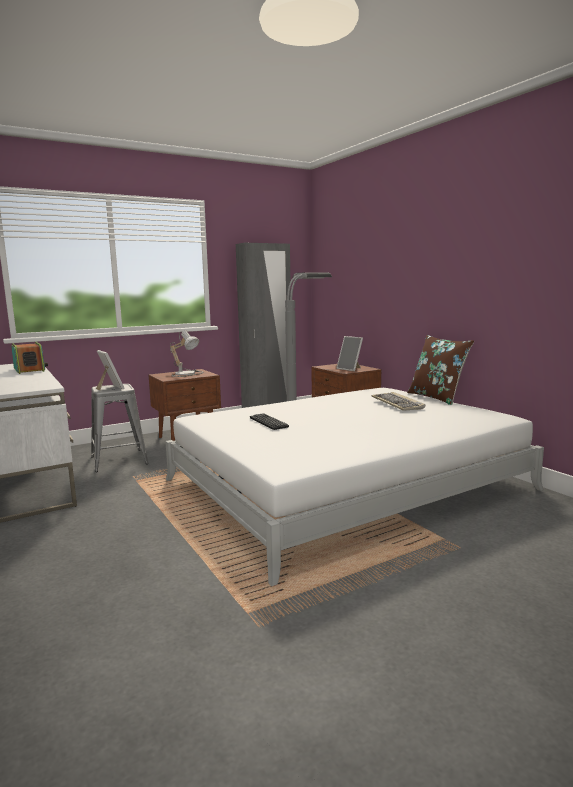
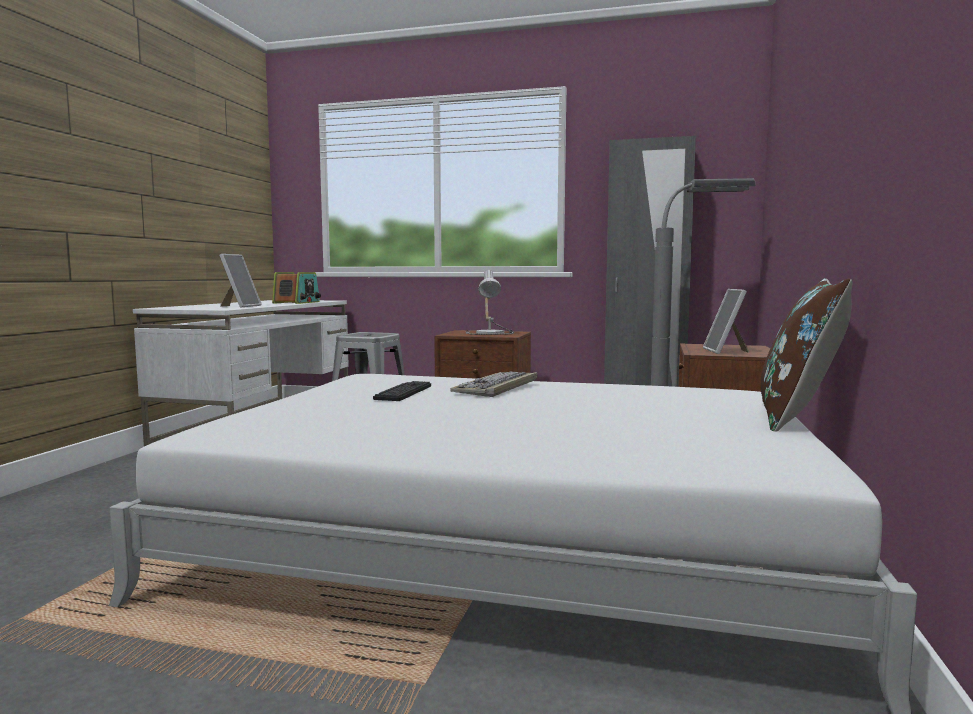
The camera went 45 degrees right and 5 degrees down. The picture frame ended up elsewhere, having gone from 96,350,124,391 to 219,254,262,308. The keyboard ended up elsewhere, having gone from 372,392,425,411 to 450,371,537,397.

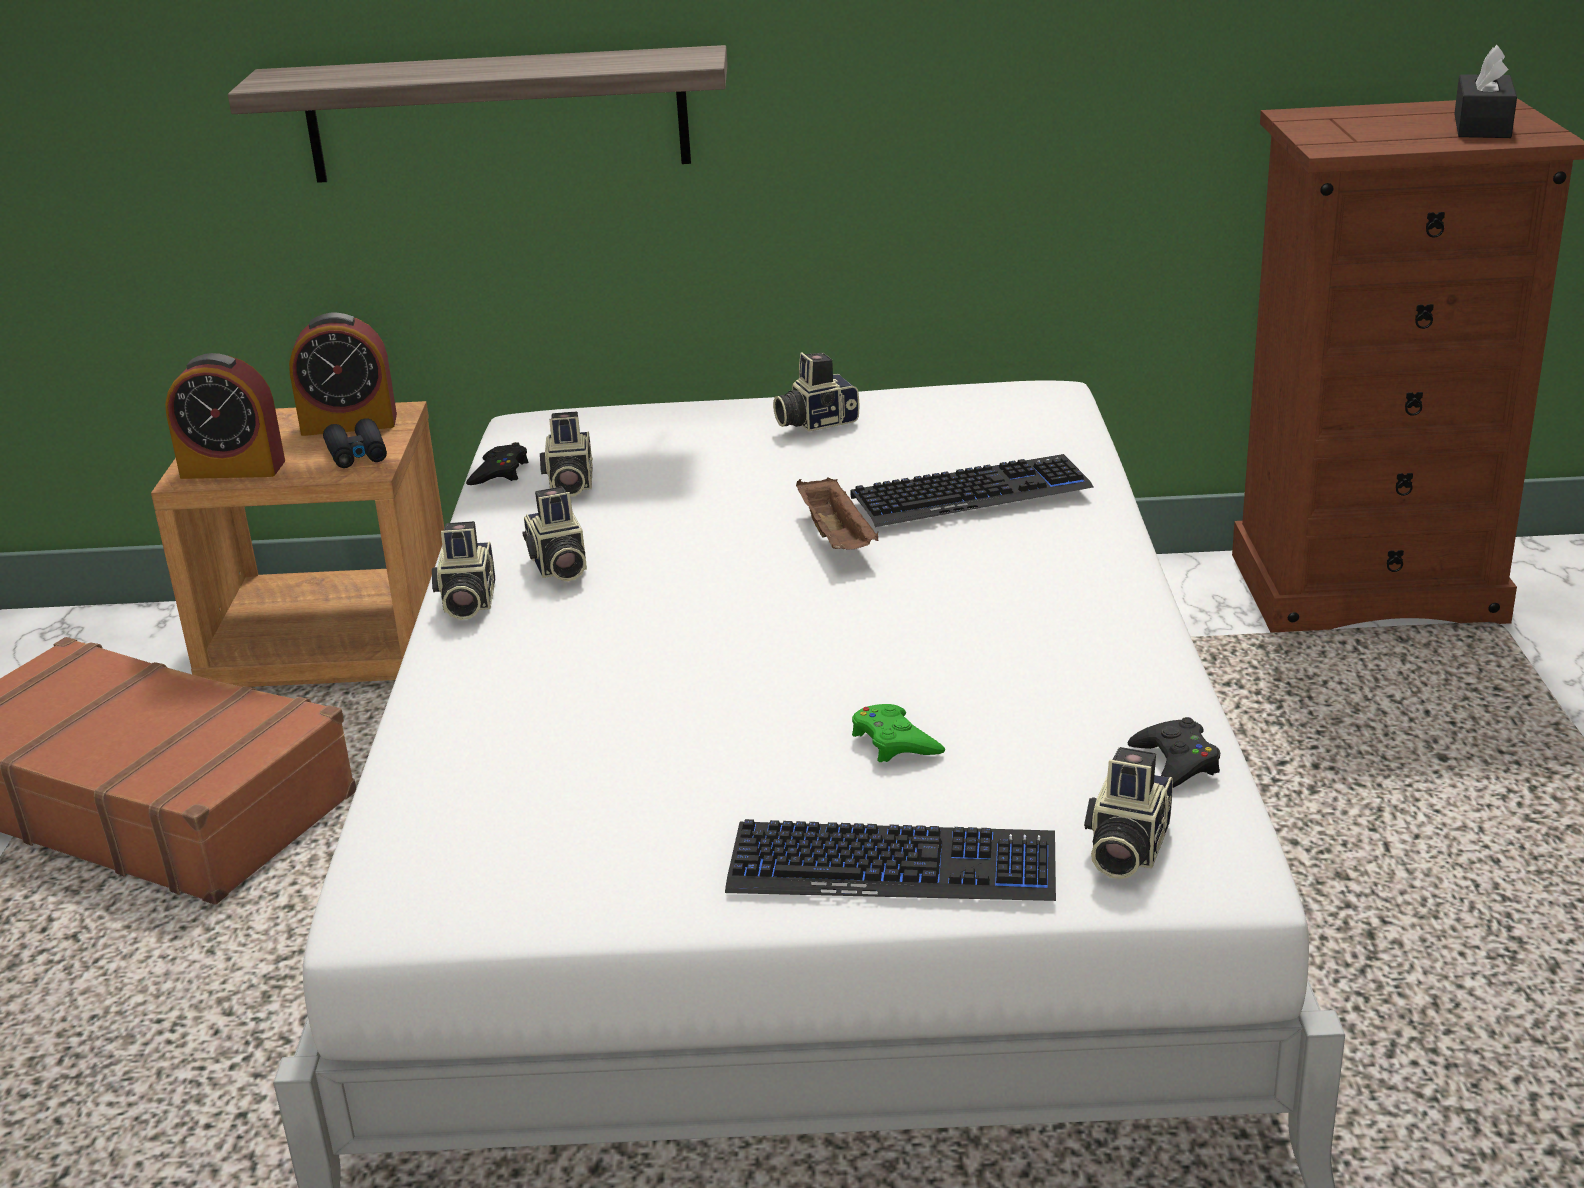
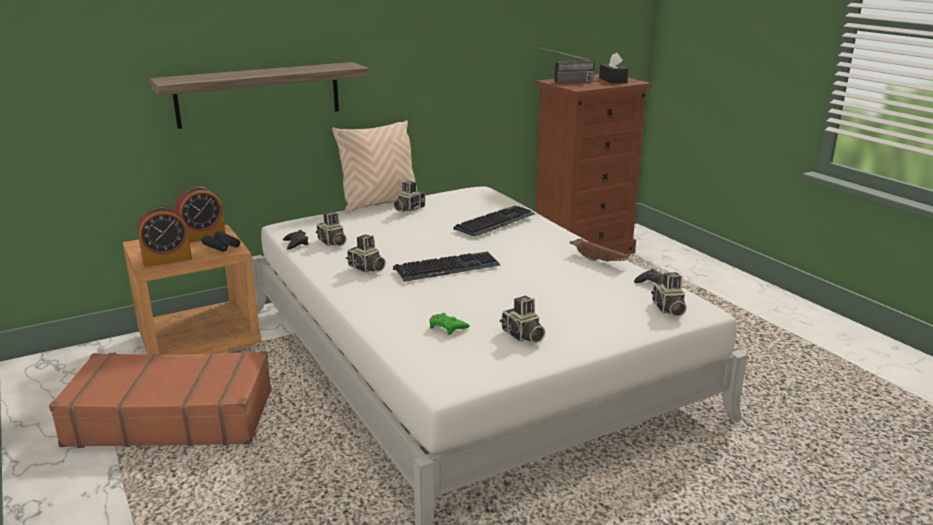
The camera went 30 degrees left and 5 degrees down. The photo camera ended up elsewhere, having gone from 432,521,495,620 to 500,296,545,343. The keyboard ended up elsewhere, having gone from 725,819,1056,901 to 393,252,500,282. The tray/brown ended up elsewhere, having gone from 796,477,879,550 to 570,238,630,261. The game controller/green ended up elsewhere, having gone from 852,704,945,762 to 429,313,470,335. The second view gained the pillow/beige at 332,120,417,213. The second view gained the radio at 538,47,595,83.

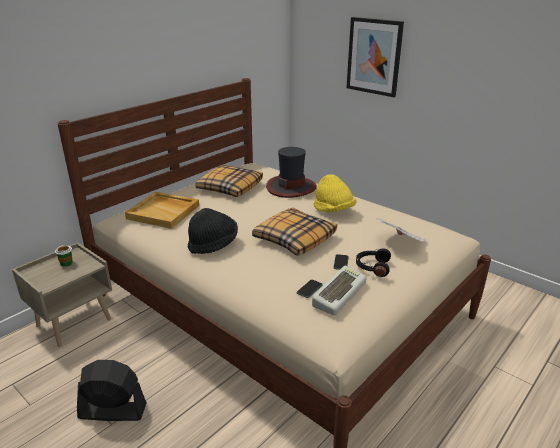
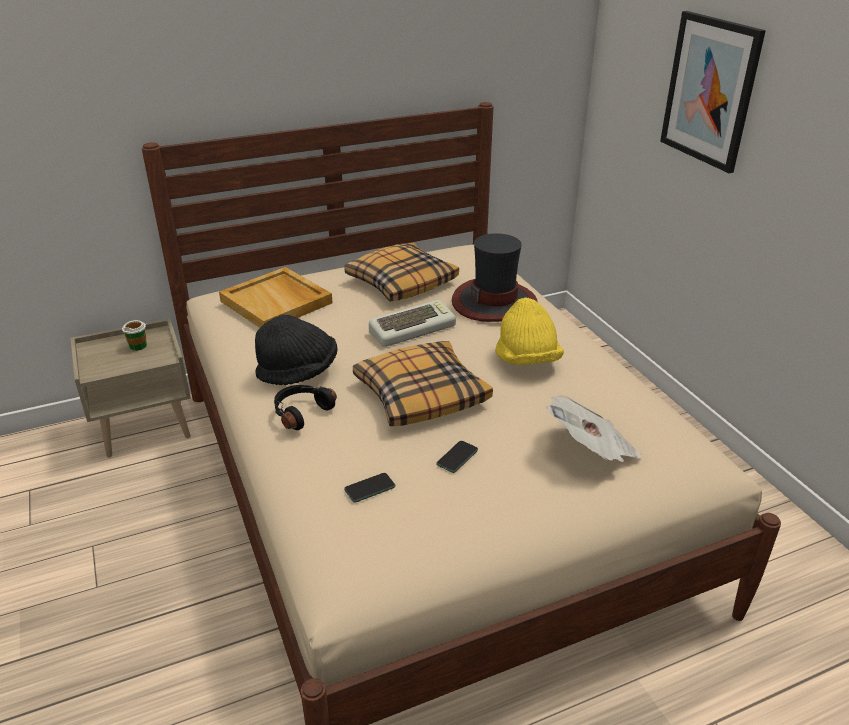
The camera went 25 degrees right and 5 degrees up. The second view lost the fan/black at 77,360,147,421. The keyboard ended up elsewhere, having gone from 312,266,367,315 to 369,300,456,347. The headphones/black ended up elsewhere, having gone from 356,249,391,277 to 274,385,337,430.

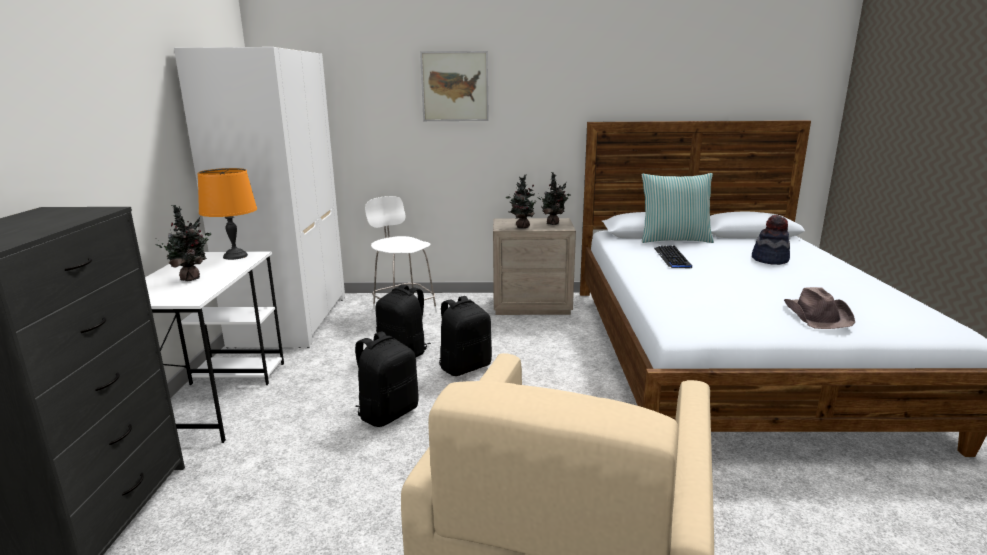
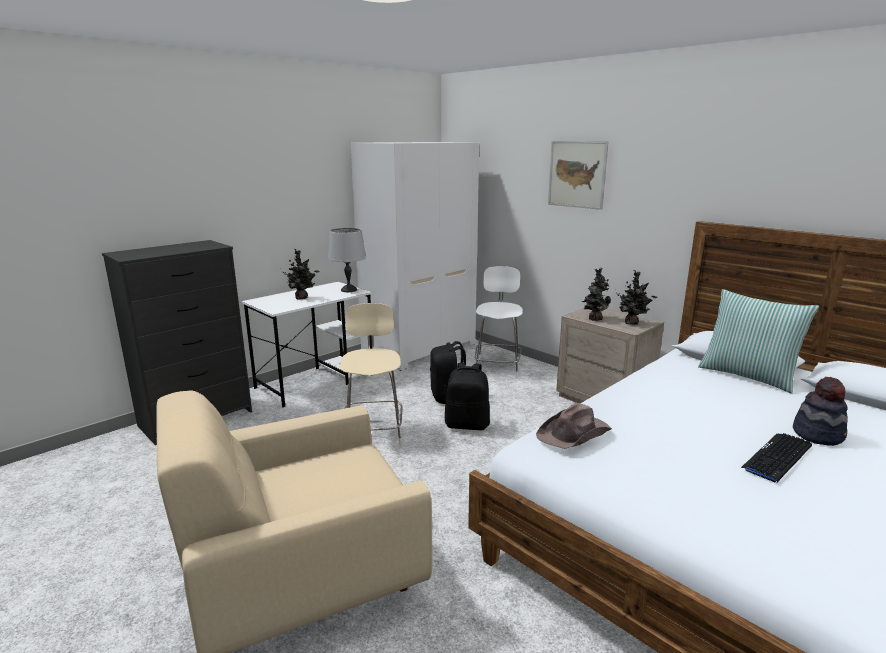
The camera went 45 degrees right and 0 degrees up. What was the table lamp/orange at 198,168,257,260 turned into the table lamp/grey at 328,228,366,292. Where the backpack/black stood at 355,331,419,427, the chair/beige came to stand at 340,303,402,446. The keyboard ended up elsewhere, having gone from 654,246,692,268 to 741,433,812,483. The hat/brown ended up elsewhere, having gone from 784,287,855,329 to 536,403,612,449.

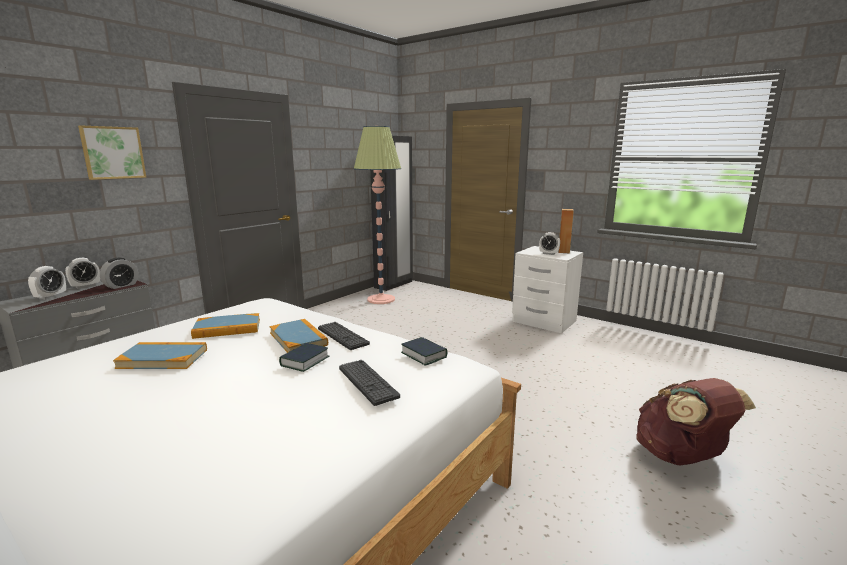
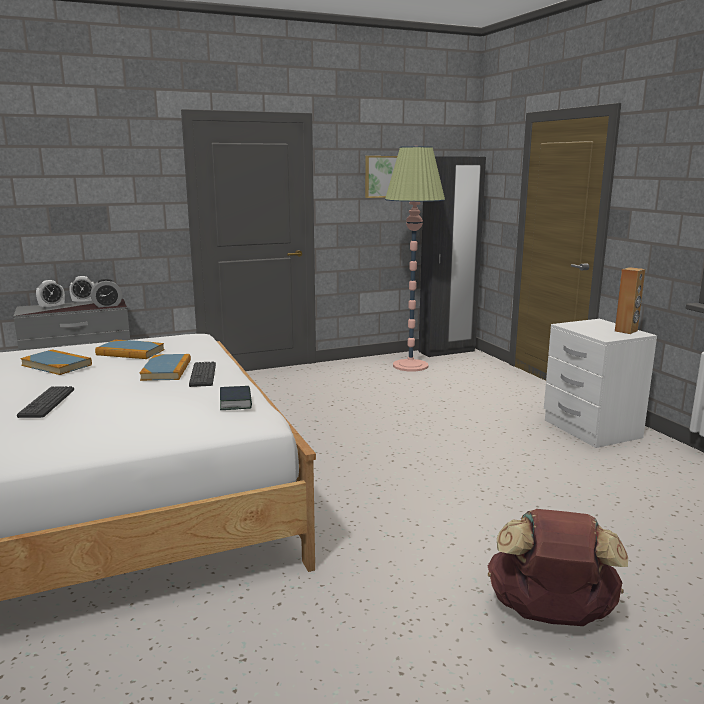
The camera went 30 degrees right and 0 degrees up. The picture ended up elsewhere, having gone from 78,125,146,180 to 365,156,397,198. The second view lost the book at 279,343,329,372. The keyboard ended up elsewhere, having gone from 339,360,400,406 to 17,386,74,418. The second view lost the alarm clock at 539,232,560,255.

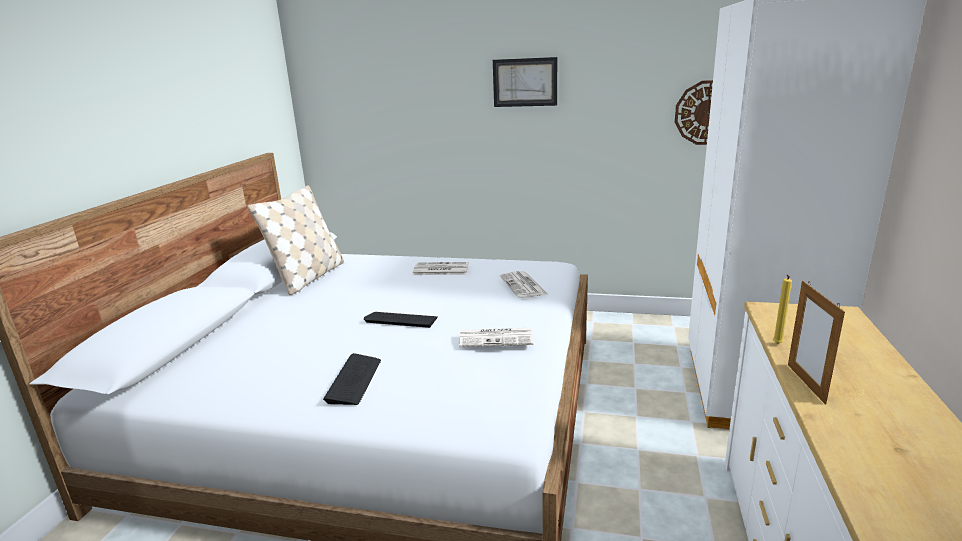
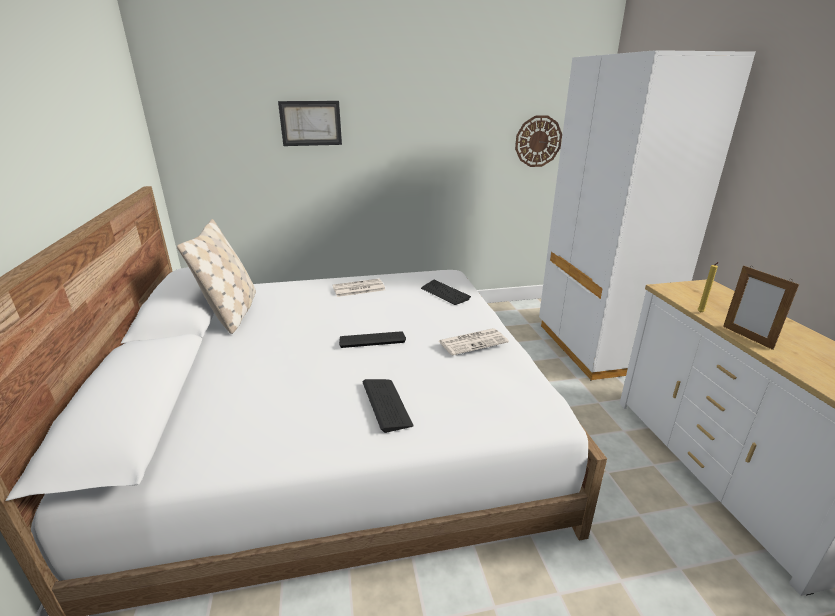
The camera went 25 degrees left and 5 degrees up. The picture ended up elsewhere, having gone from 493,57,557,107 to 278,101,342,146. Where the newspaper stood at 500,271,547,298, the keyboard came to stand at 421,280,471,305.

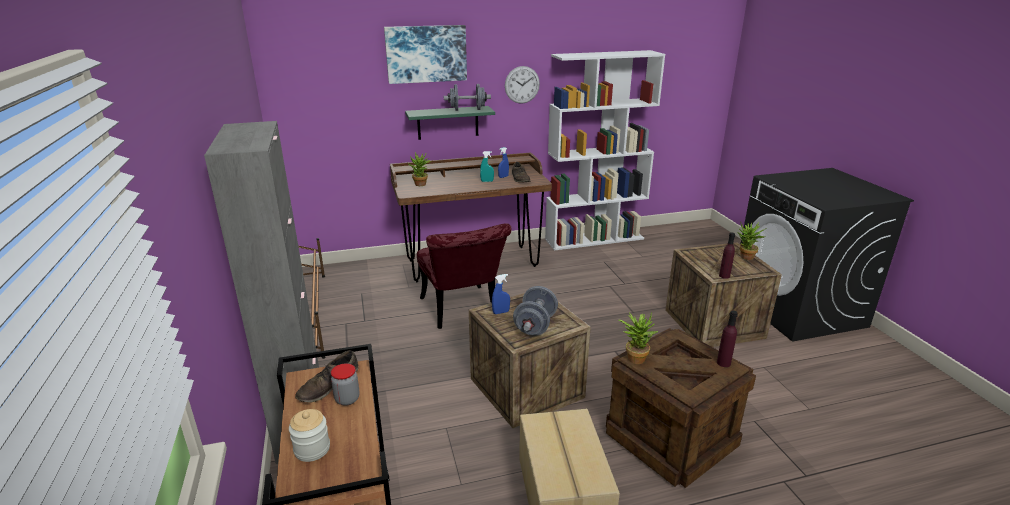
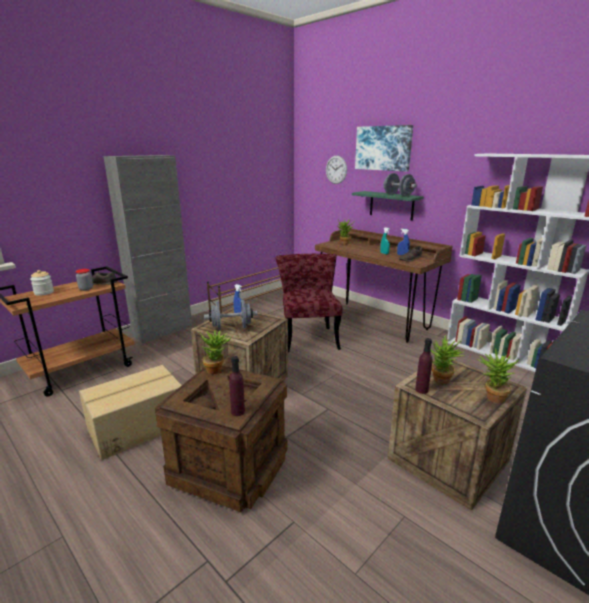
The camera went 60 degrees right and 5 degrees down. The chair/red at 417,223,512,329 ended up facing another way, 135 degrees clockwise from before. The wall clock ended up elsewhere, having gone from 505,66,540,104 to 326,156,347,184. The second view gained the potted plant at 431,335,465,384.

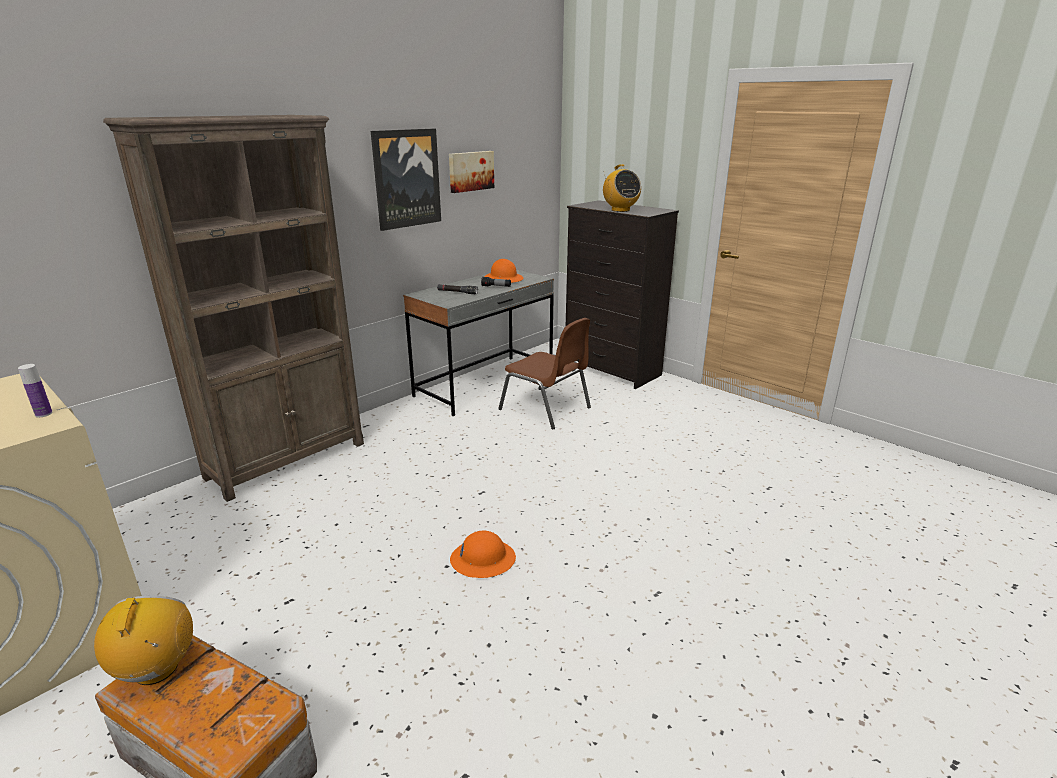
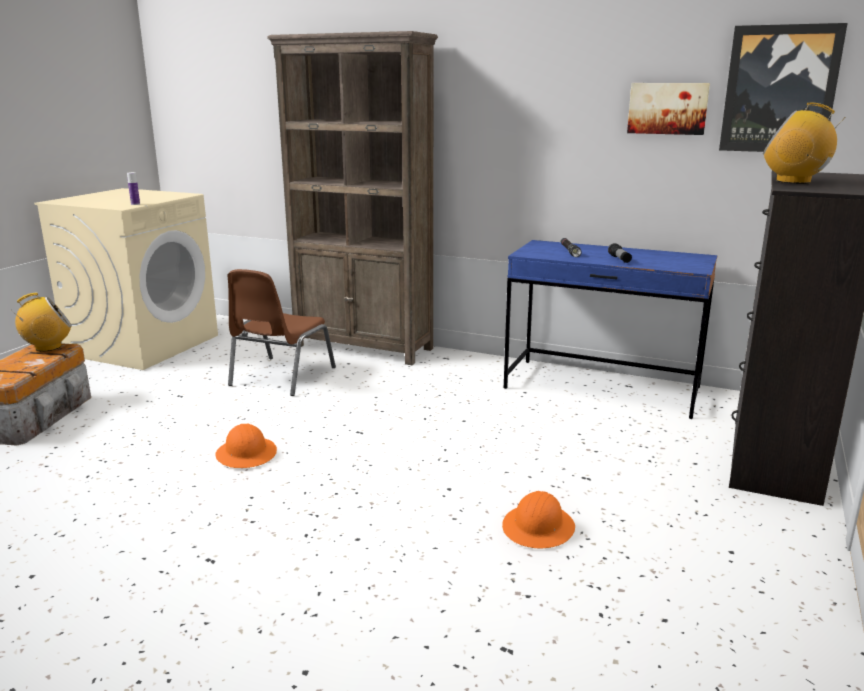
The camera went 70 degrees right and 5 degrees down. The picture ended up elsewhere, having gone from 371,129,441,231 to 719,23,848,152. What was the desk/grey at 403,270,554,416 turned into the desk/blue at 504,240,717,419. The hard hat/orange ended up elsewhere, having gone from 485,259,523,283 to 502,491,575,548. The chair/brown ended up elsewhere, having gone from 498,318,591,430 to 227,269,336,396. The radio at 603,164,641,212 ended up facing another way, 75 degrees clockwise from before.

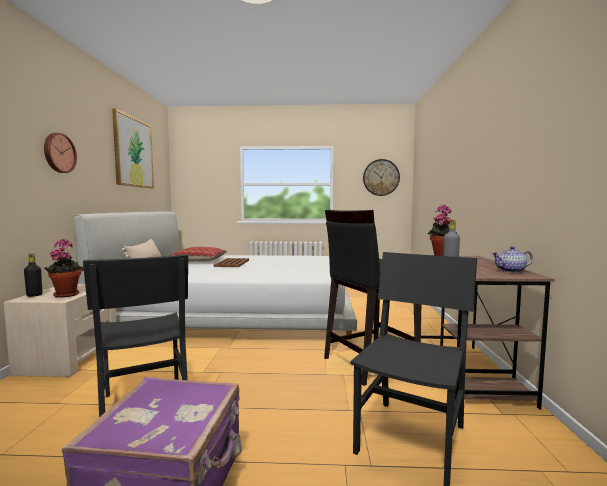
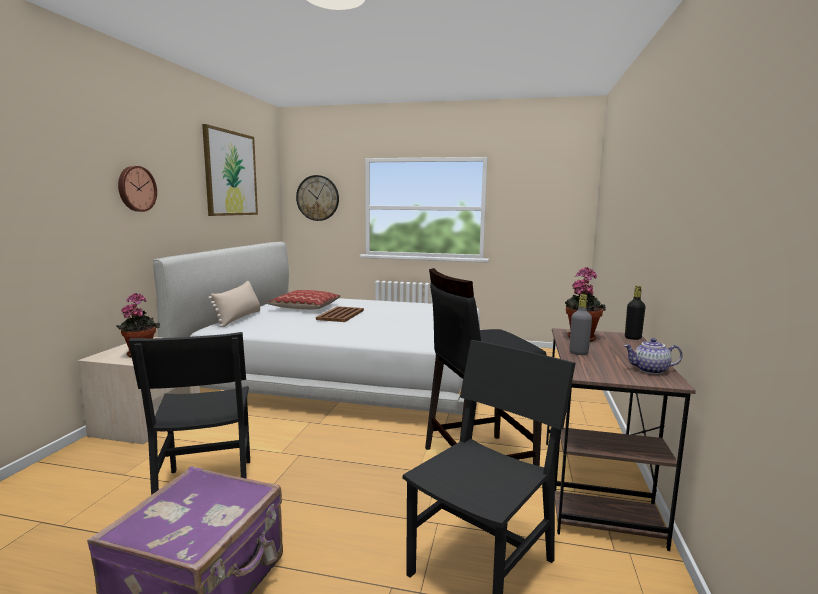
The camera went 10 degrees right and 5 degrees up. The bottle/black ended up elsewhere, having gone from 24,253,42,297 to 625,286,645,340. The wall clock ended up elsewhere, having gone from 363,159,400,196 to 296,175,339,221.

